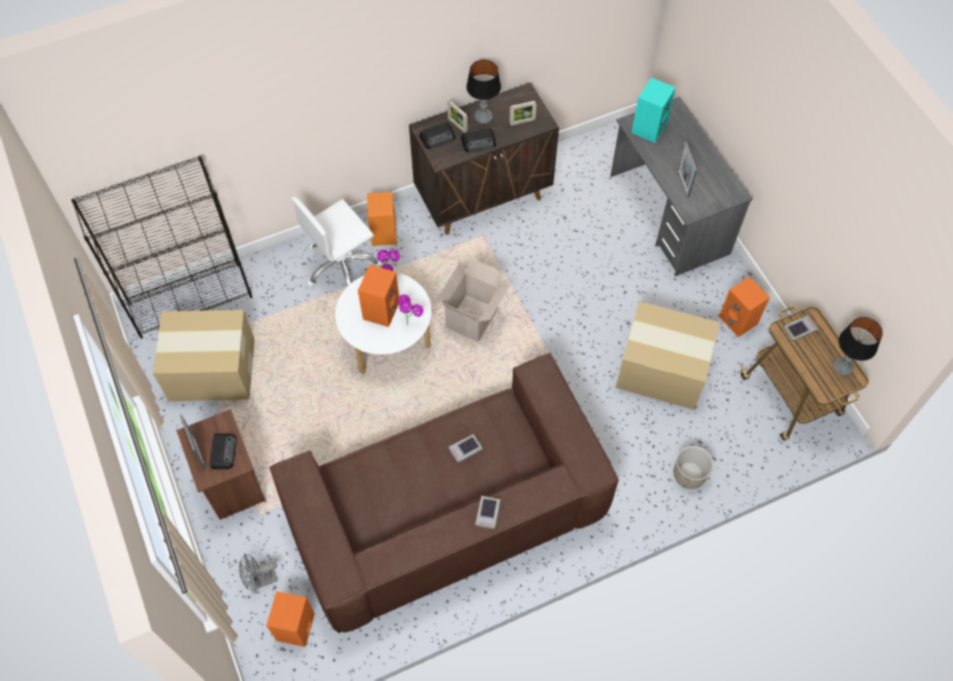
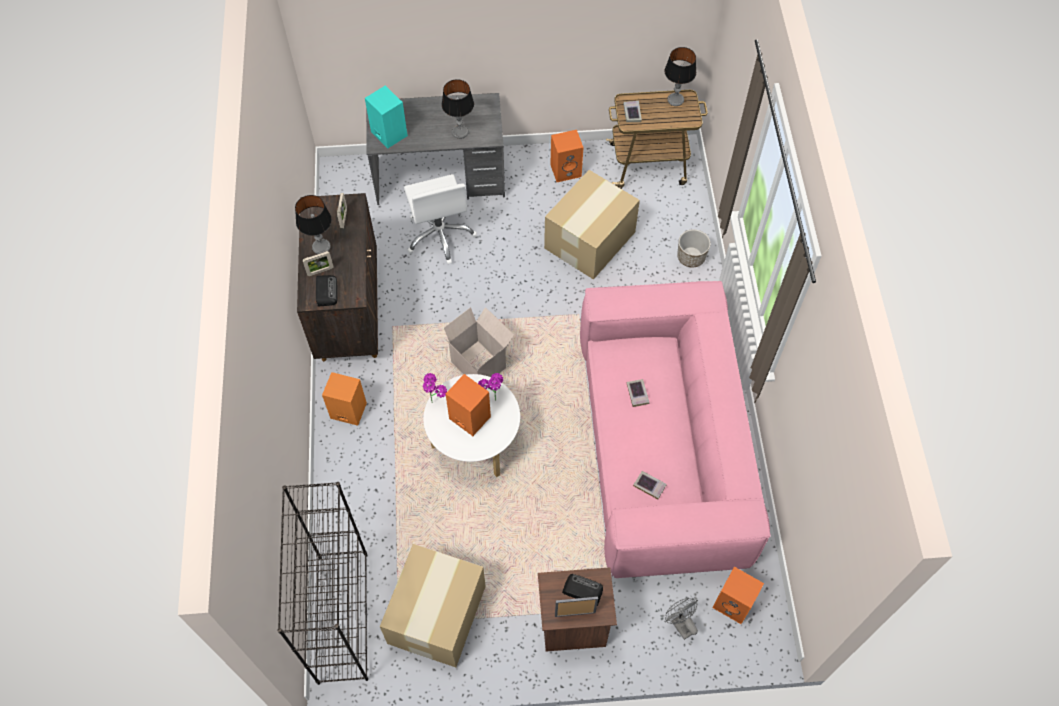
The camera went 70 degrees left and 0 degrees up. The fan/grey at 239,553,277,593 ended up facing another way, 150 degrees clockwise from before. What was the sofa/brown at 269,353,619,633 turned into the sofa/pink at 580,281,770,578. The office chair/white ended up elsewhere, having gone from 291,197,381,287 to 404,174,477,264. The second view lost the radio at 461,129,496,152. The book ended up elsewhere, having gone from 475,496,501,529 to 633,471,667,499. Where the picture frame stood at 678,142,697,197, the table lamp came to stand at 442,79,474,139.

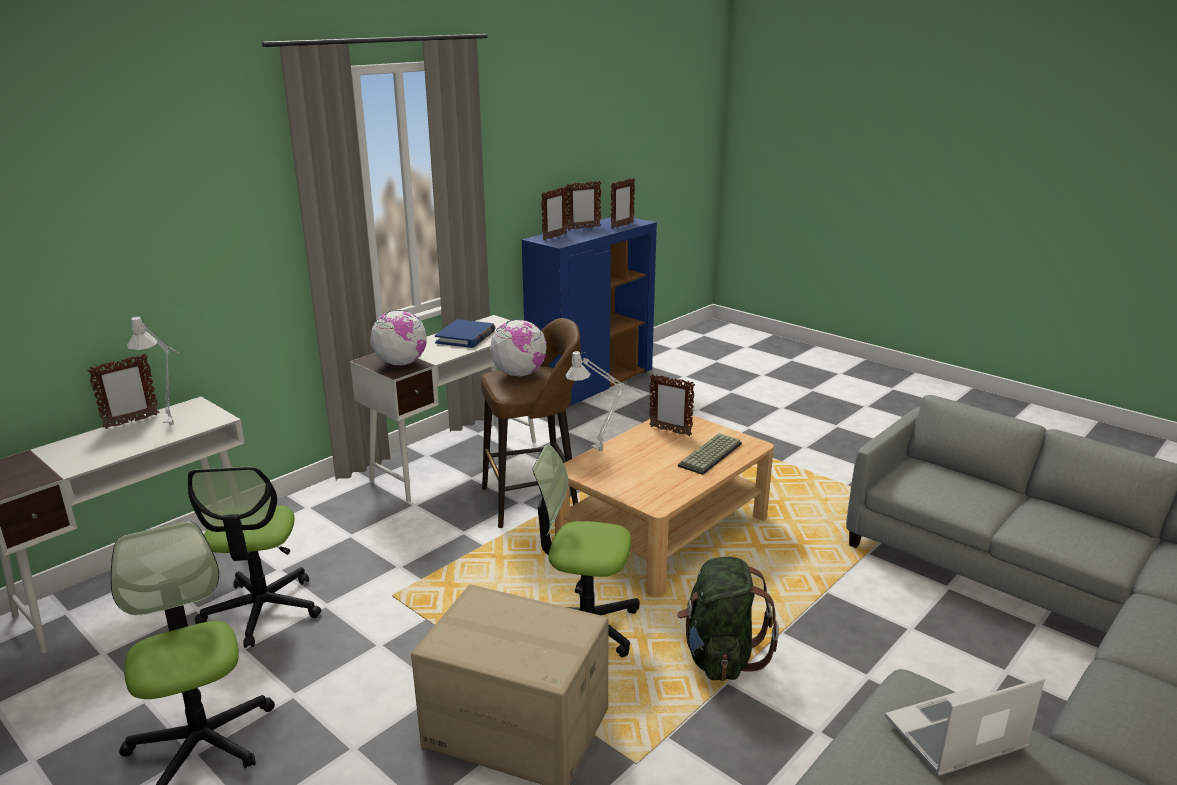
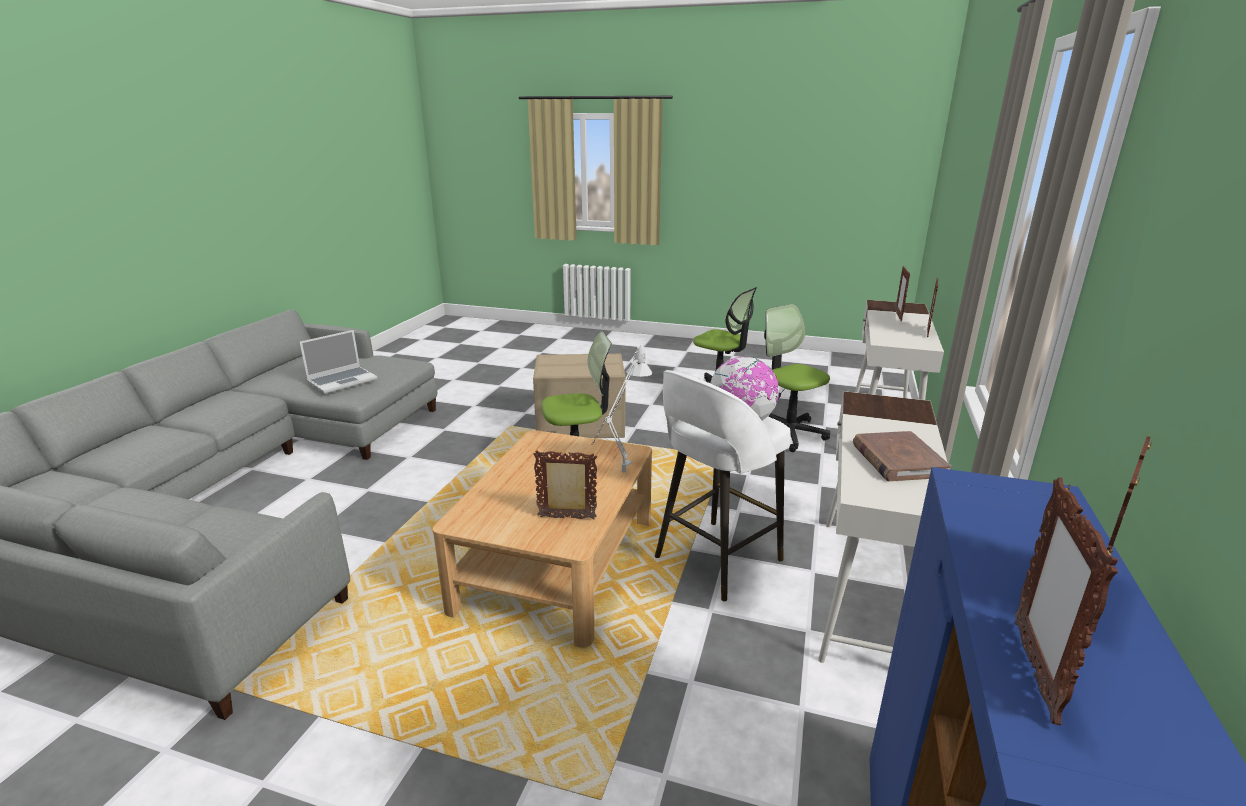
The camera went 155 degrees right and 0 degrees up. The second view lost the table lamp/grey at 127,316,179,425. The second view lost the globe at 370,310,427,366. What was the book/blue at 435,319,495,348 turned into the book/brown at 853,431,951,481. What was the stool/brown at 481,318,581,528 turned into the stool/white at 655,370,791,602. The picture frame ended up elsewhere, having gone from 541,186,567,241 to 895,266,910,321. The second view lost the backpack/green at 677,556,779,681. The second view lost the keyboard at 678,433,742,475.

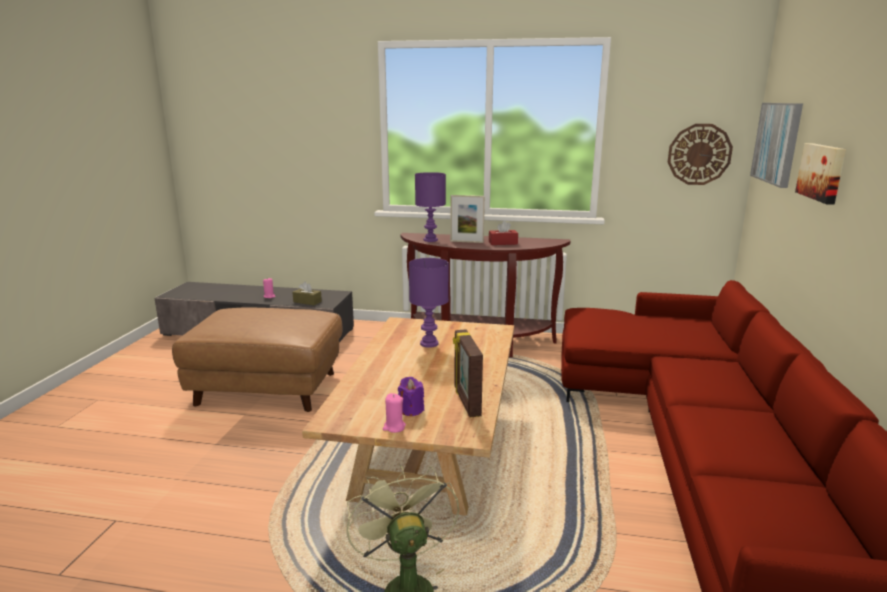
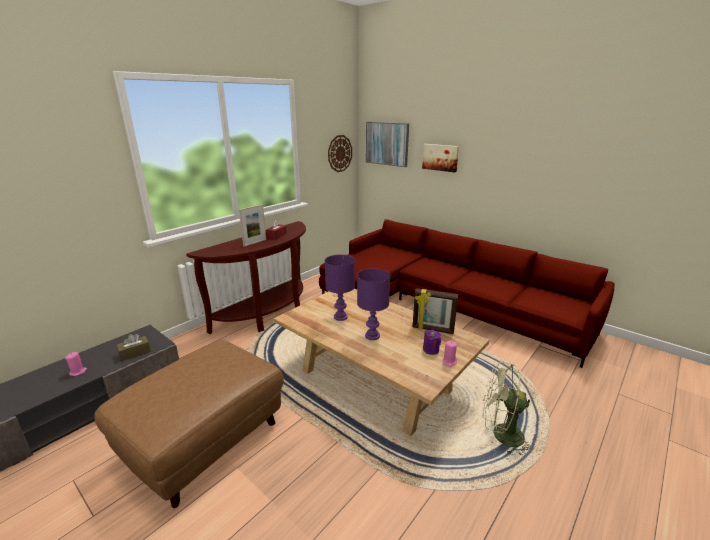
The camera went 60 degrees left and 5 degrees up. The table lamp/purple ended up elsewhere, having gone from 415,172,446,242 to 357,268,390,340.

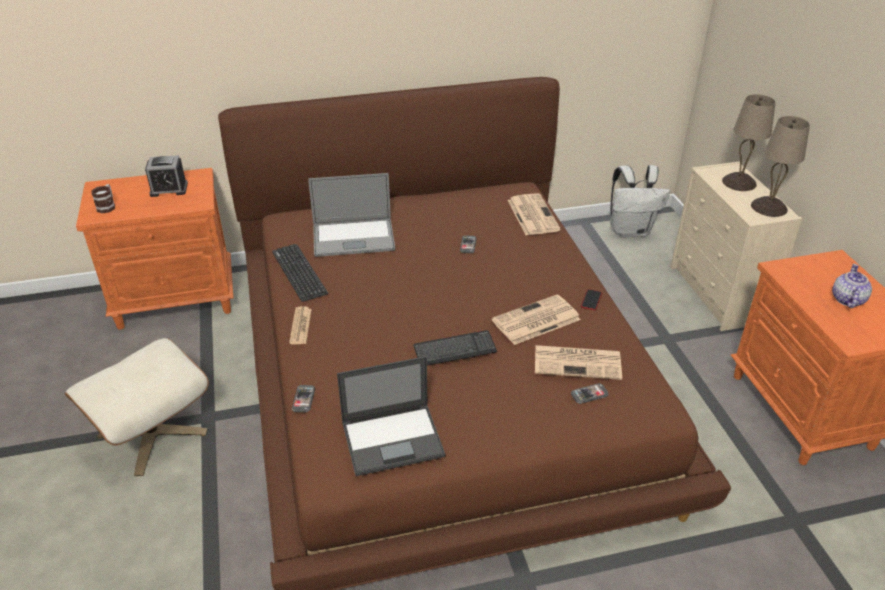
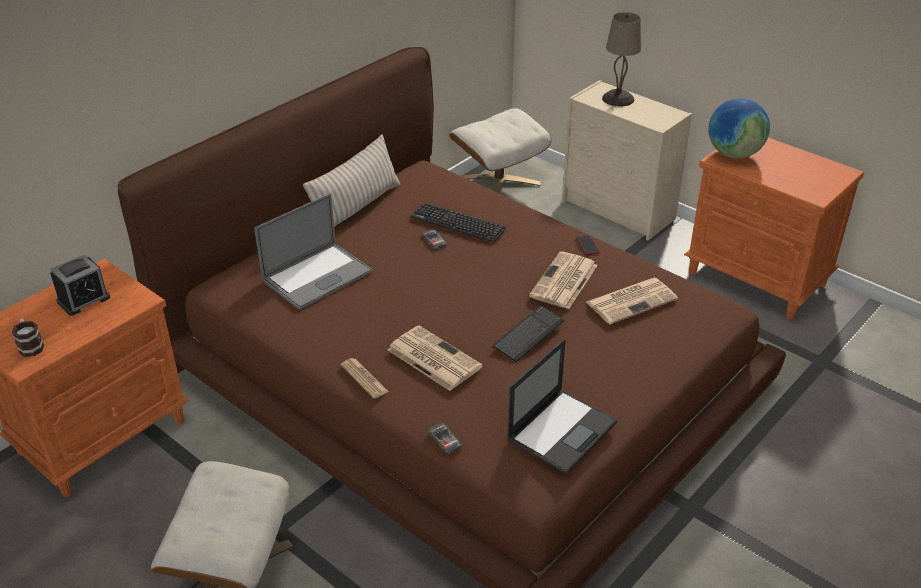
The camera went 35 degrees left and 0 degrees up. The keyboard ended up elsewhere, having gone from 272,244,328,302 to 411,203,506,242. The newspaper ended up elsewhere, having gone from 508,193,561,235 to 388,325,483,391. The second view lost the phone at 571,383,609,404. Where the backpack/white stood at 610,165,670,238, the ottoman/beige came to stand at 449,108,552,194. The second view lost the table lamp/beige at 751,116,810,217. The second view lost the teapot at 832,264,872,308. The second view gained the pillow/beige at 303,134,400,227. The second view gained the globe at 708,98,770,158.

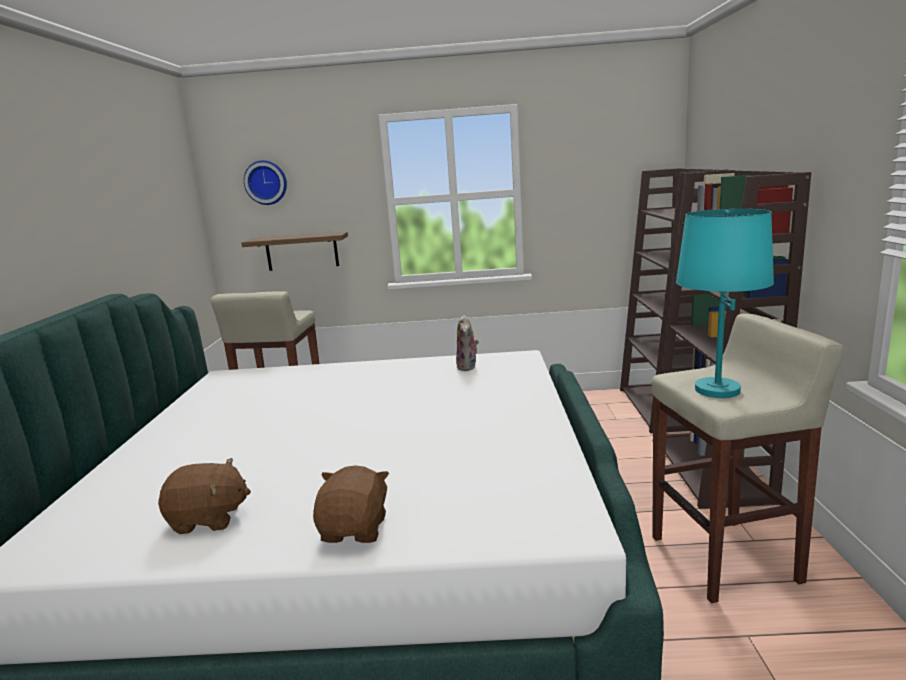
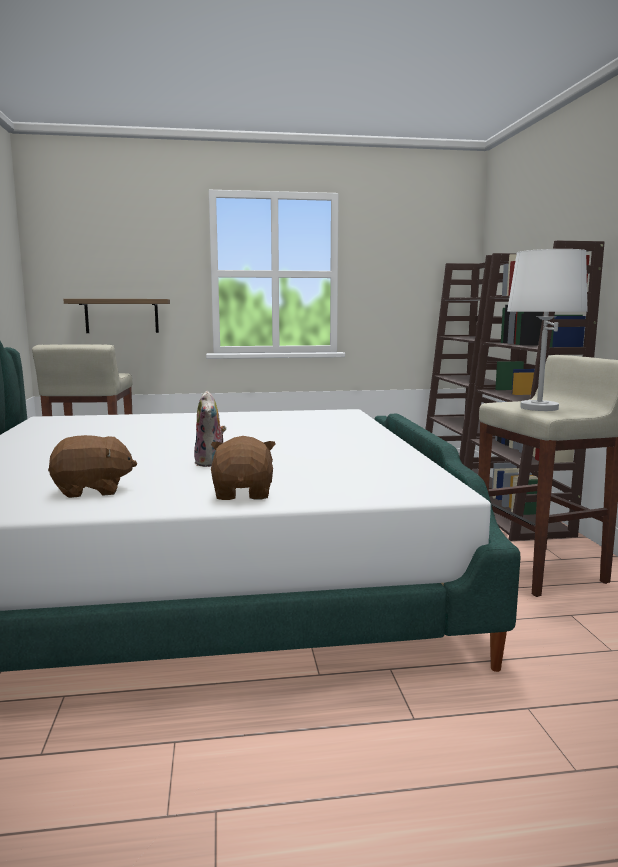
The camera went 10 degrees left and 5 degrees down. The second view lost the wall clock at 244,160,287,205. The plush toy ended up elsewhere, having gone from 456,315,479,371 to 194,391,226,467. What was the table lamp/turquoise at 676,209,774,398 turned into the table lamp/white at 507,249,588,411.

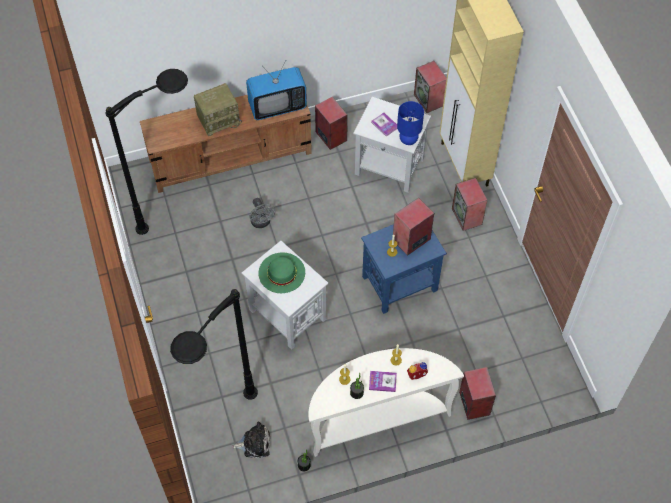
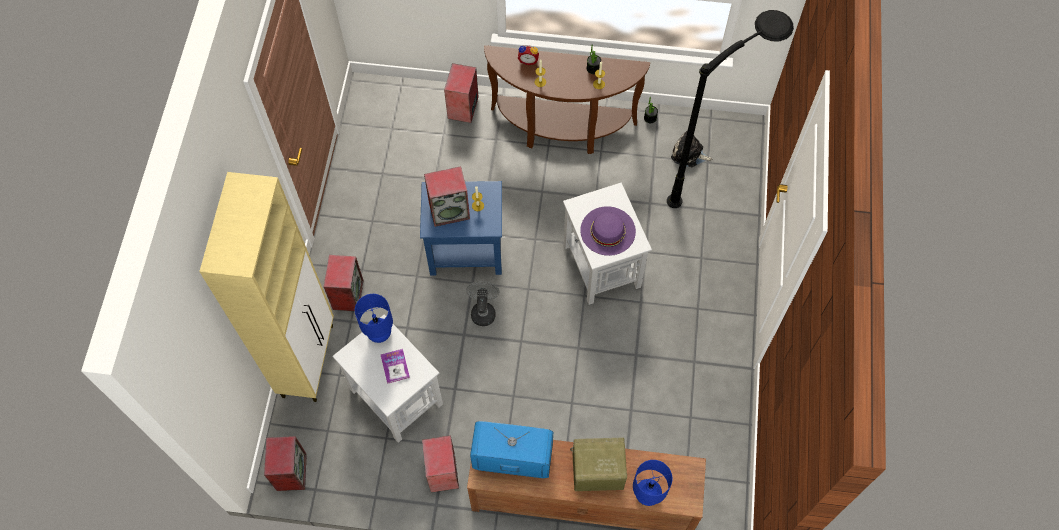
The camera went 155 degrees left and 5 degrees up. The second view lost the floor lamp/black at 106,69,188,235. The fan/grey ended up elsewhere, having gone from 250,198,275,228 to 466,281,499,326. What was the hat/green at 258,252,305,293 turned into the hat/purple at 580,206,636,256. What was the console table/white at 308,348,464,457 turned into the console table/brown at 484,45,650,154. The second view lost the book at 369,371,397,392. The second view gained the table lamp/blue at 633,460,672,506.

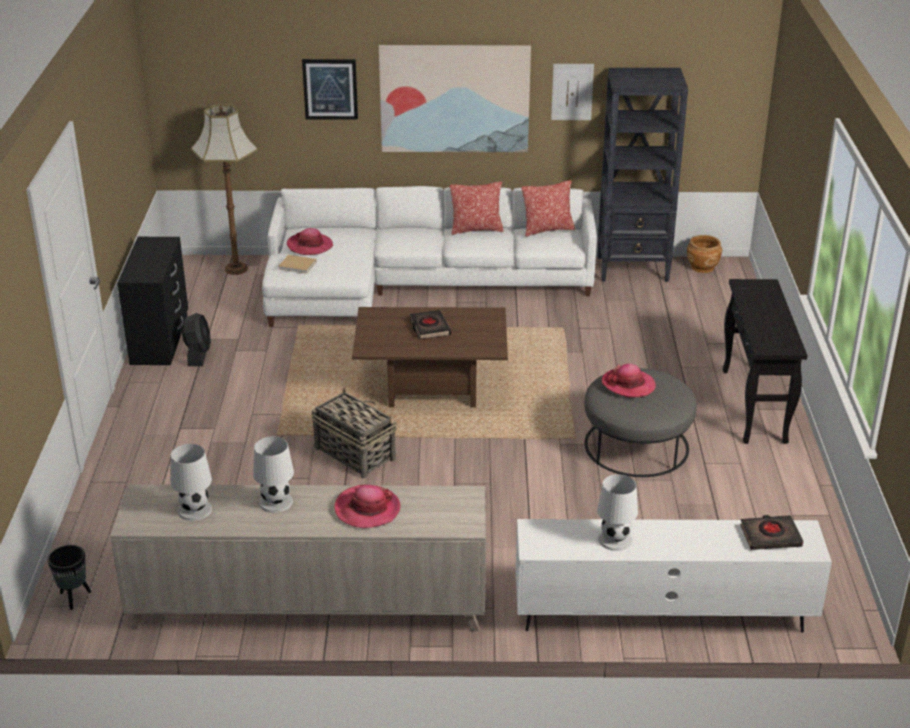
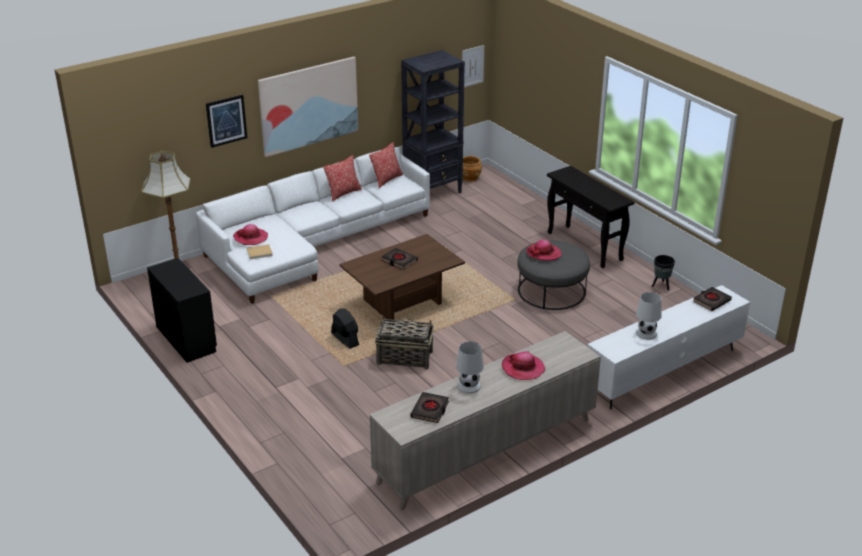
The camera went 35 degrees left and 0 degrees up. The planter/black ended up elsewhere, having gone from 48,545,91,610 to 652,255,675,290. Where the table lamp/white stood at 171,444,212,521, the book/black came to stand at 410,392,449,423. The fan/black ended up elsewhere, having gone from 182,313,211,366 to 331,308,359,349. The picture ended up elsewhere, having gone from 551,64,594,120 to 462,45,484,87.

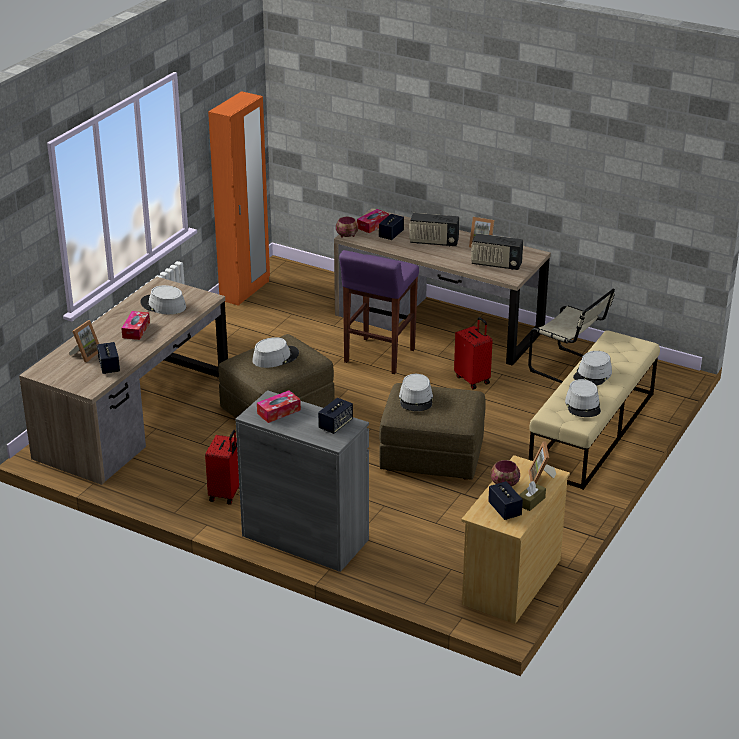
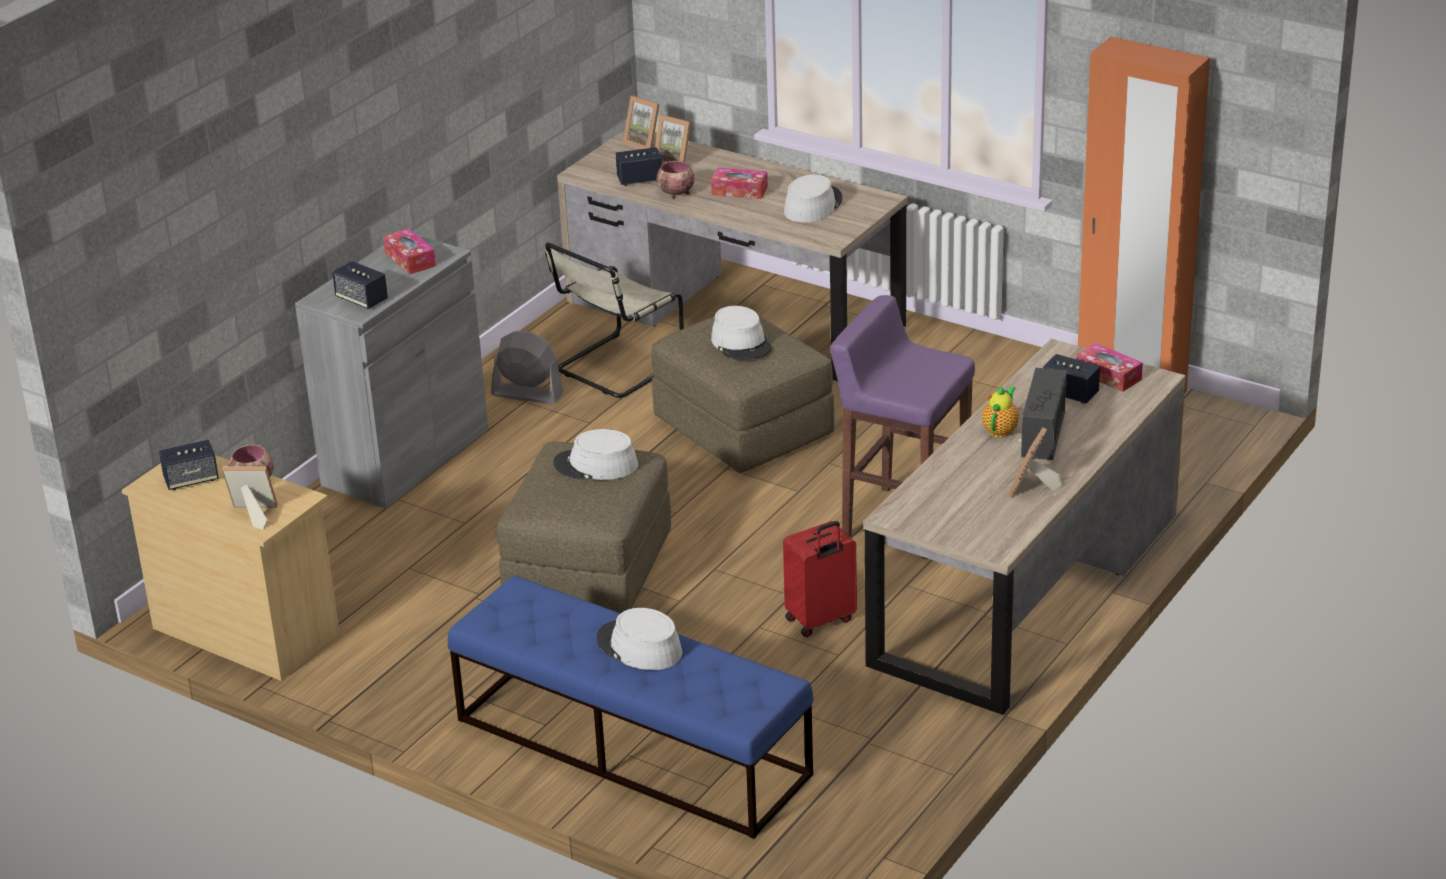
The camera went 95 degrees right and 0 degrees up. Where the suitcase/red stood at 205,430,239,505, the fan/grey came to stand at 491,331,564,404. The bowl ended up elsewhere, having gone from 336,217,358,238 to 656,161,694,199. The second view lost the radio at 471,233,523,270. The second view lost the tissue box/brown at 519,481,546,511. The chair/beige ended up elsewhere, having gone from 528,288,615,383 to 545,243,684,398. What was the bench/beige at 529,330,660,490 turned into the bench/blue at 448,576,813,839. The second view lost the hat/grey at 565,379,601,417. The second view gained the picture frame at 623,96,660,149. The second view gained the teapot at 982,386,1019,438.

